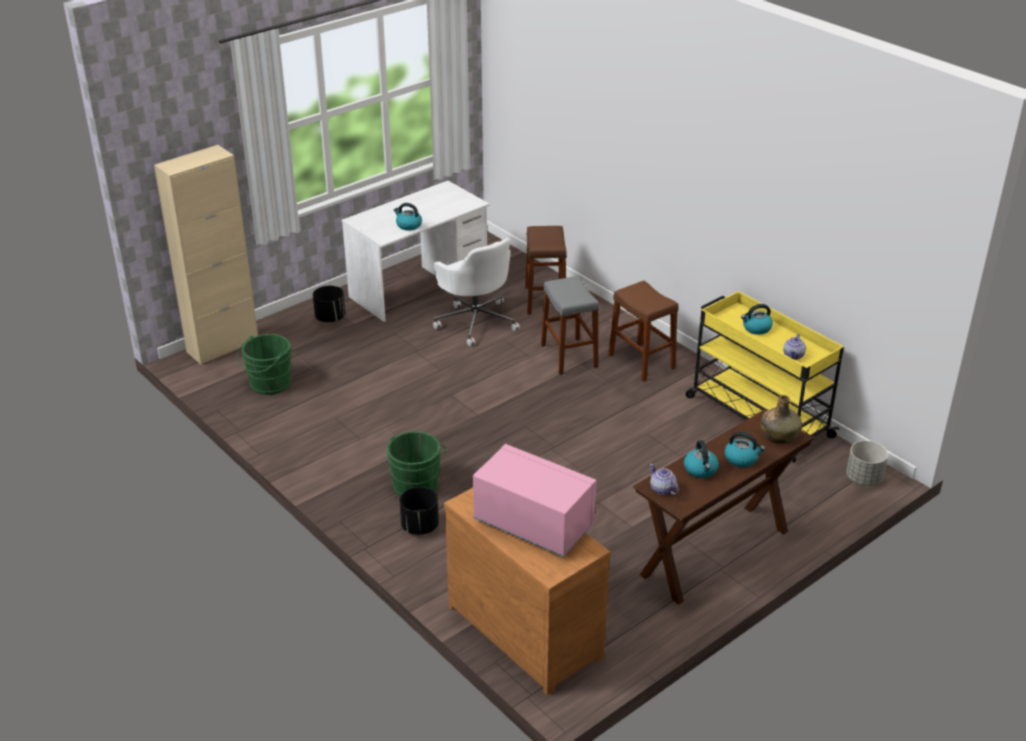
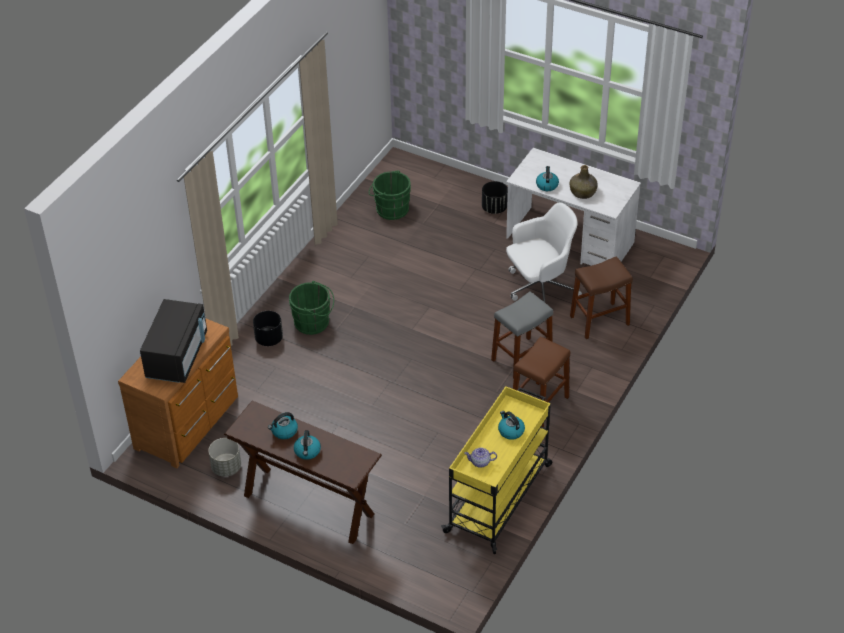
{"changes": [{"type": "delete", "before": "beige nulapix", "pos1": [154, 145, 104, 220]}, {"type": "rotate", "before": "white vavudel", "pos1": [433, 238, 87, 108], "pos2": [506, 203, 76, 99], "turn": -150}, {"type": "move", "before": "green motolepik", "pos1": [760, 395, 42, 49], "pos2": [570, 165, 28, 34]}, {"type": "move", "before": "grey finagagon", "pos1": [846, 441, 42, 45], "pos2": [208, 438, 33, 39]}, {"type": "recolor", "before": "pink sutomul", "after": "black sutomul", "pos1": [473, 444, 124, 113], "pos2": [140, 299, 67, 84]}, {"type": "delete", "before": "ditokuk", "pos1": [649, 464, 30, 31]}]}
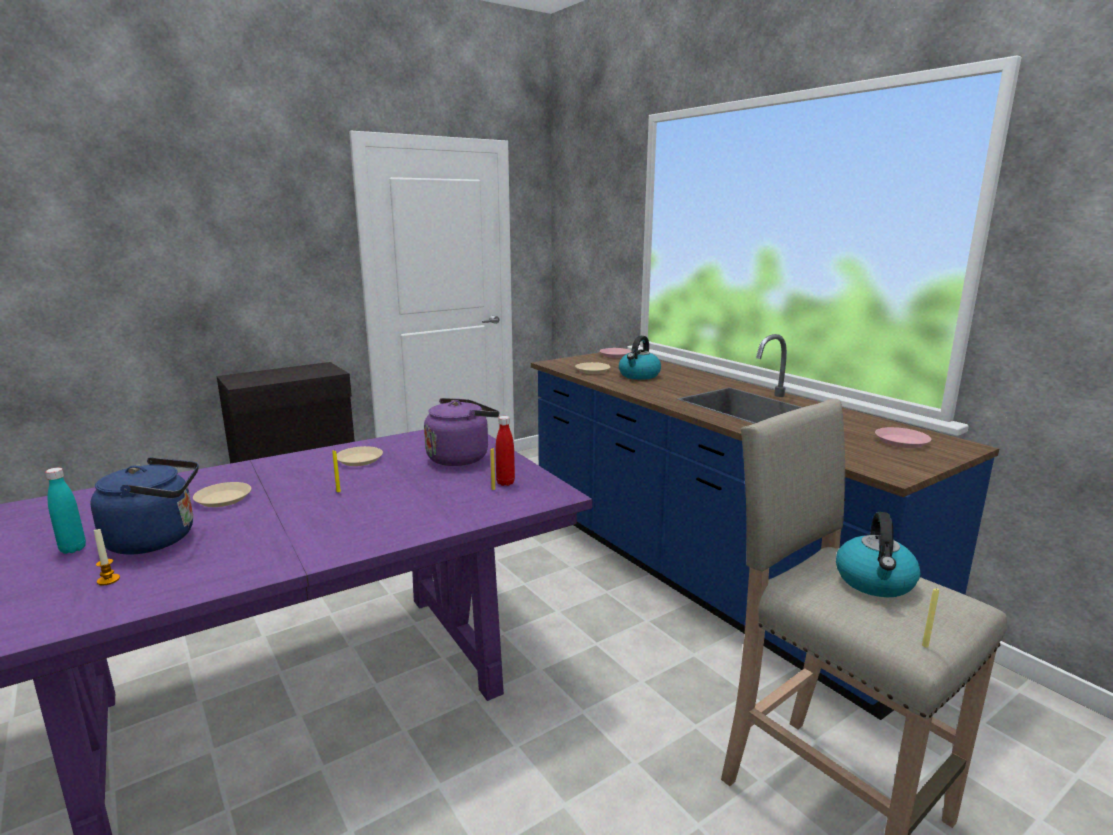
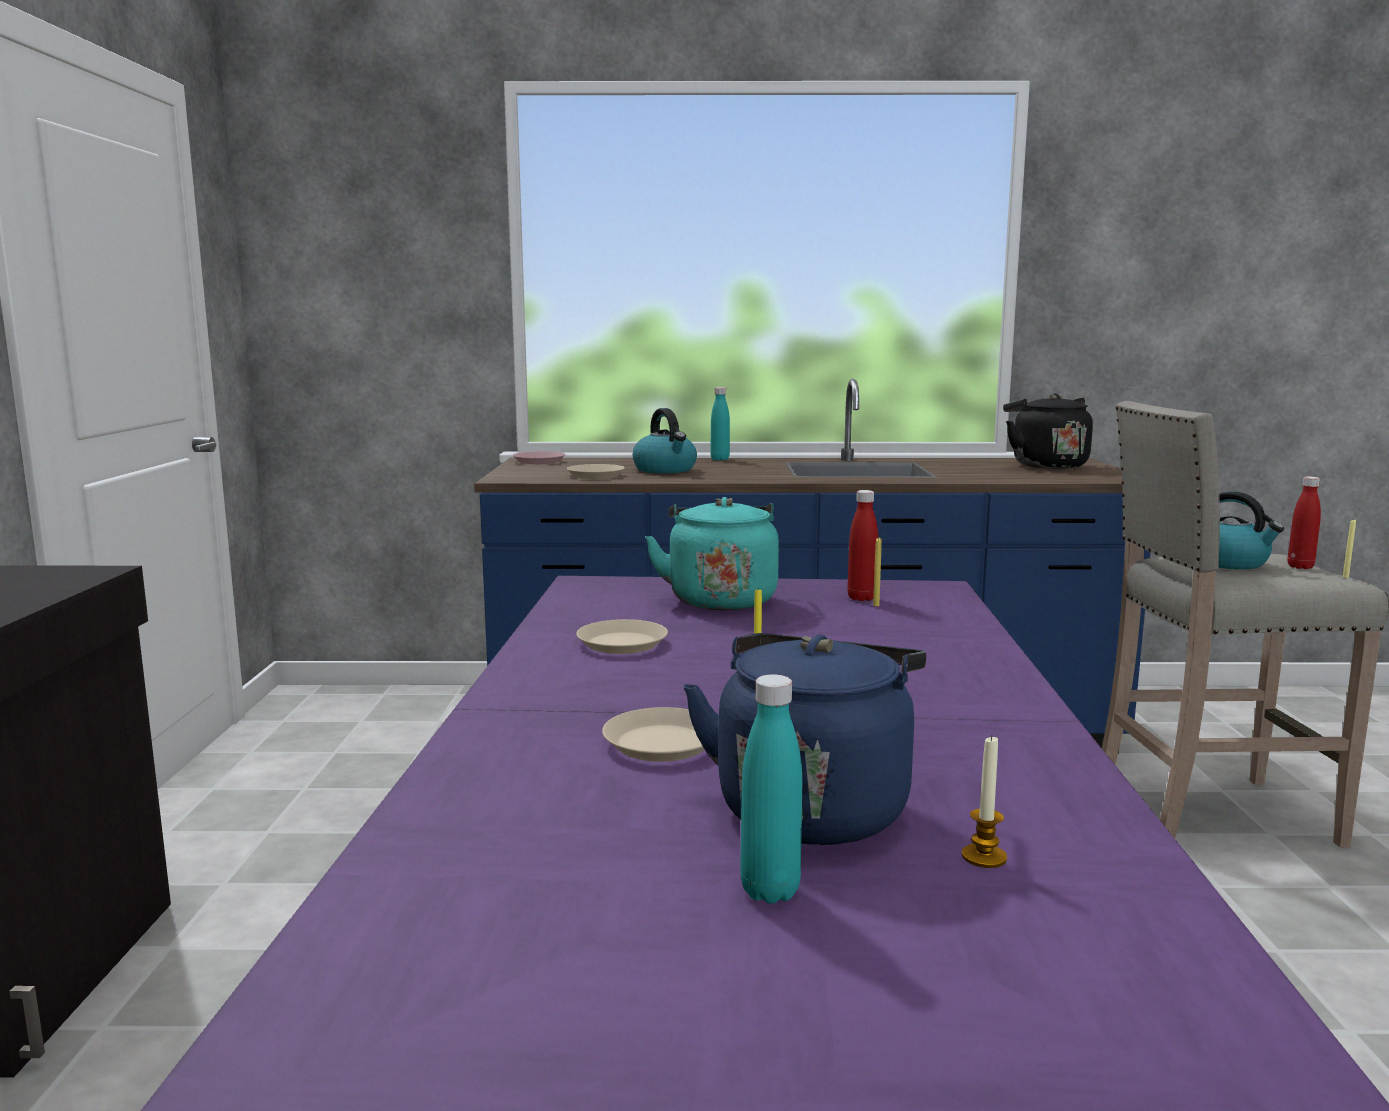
{"changes": [{"type": "recolor", "before": "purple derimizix", "after": "turquoise derimizix", "pos1": [424, 398, 75, 68], "pos2": [645, 497, 134, 113]}, {"type": "replace", "before": "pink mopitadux", "after": "black derimizix", "pos1": [875, 427, 56, 21], "pos2": [1003, 393, 90, 76]}, {"type": "insert", "after": "turquoise motolepik", "pos2": [711, 387, 19, 73]}, {"type": "insert", "after": "red motolepik", "pos2": [1287, 476, 34, 93]}]}
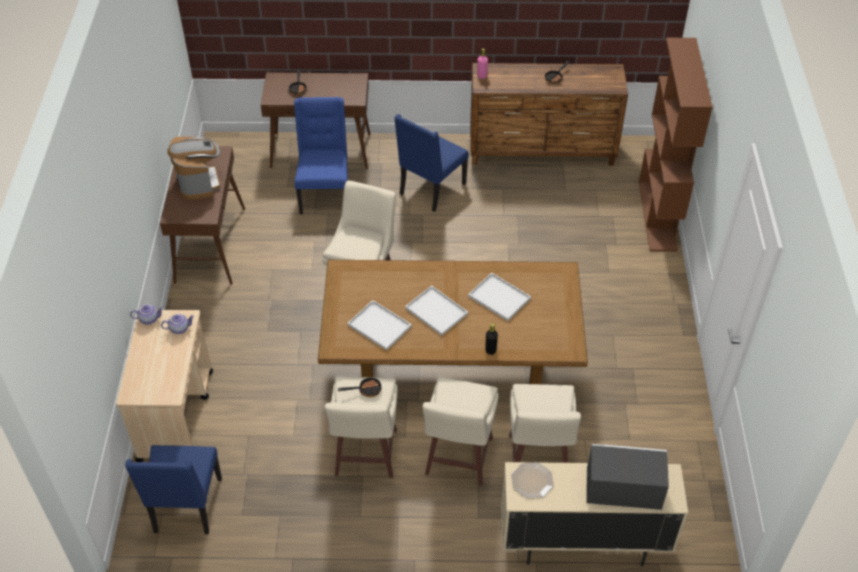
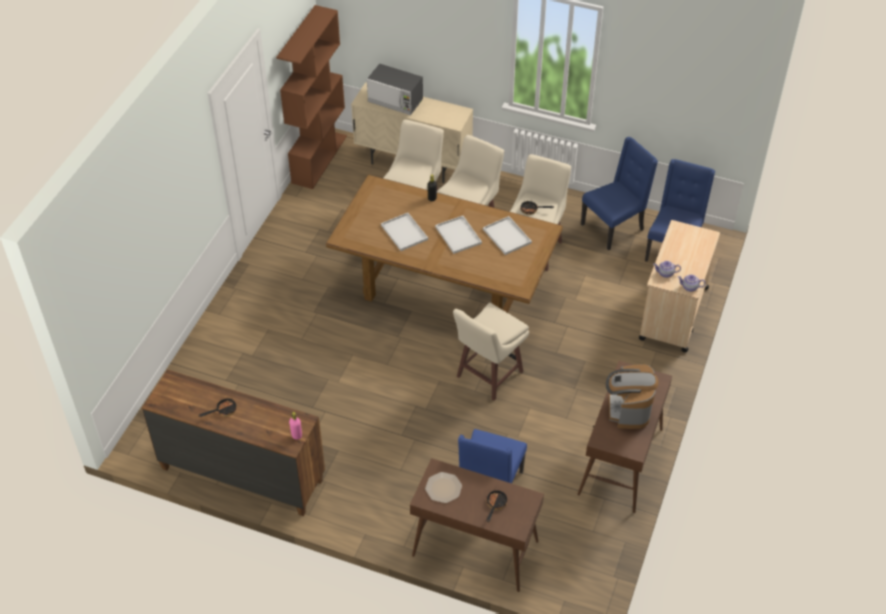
{"changes": [{"type": "move", "before": "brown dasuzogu", "pos1": [639, 38, 73, 213], "pos2": [276, 5, 71, 184]}, {"type": "move", "before": "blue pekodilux", "pos1": [394, 114, 75, 98], "pos2": [581, 137, 77, 114]}, {"type": "move", "before": "mopitadux", "pos1": [511, 462, 43, 37], "pos2": [425, 472, 37, 31]}]}
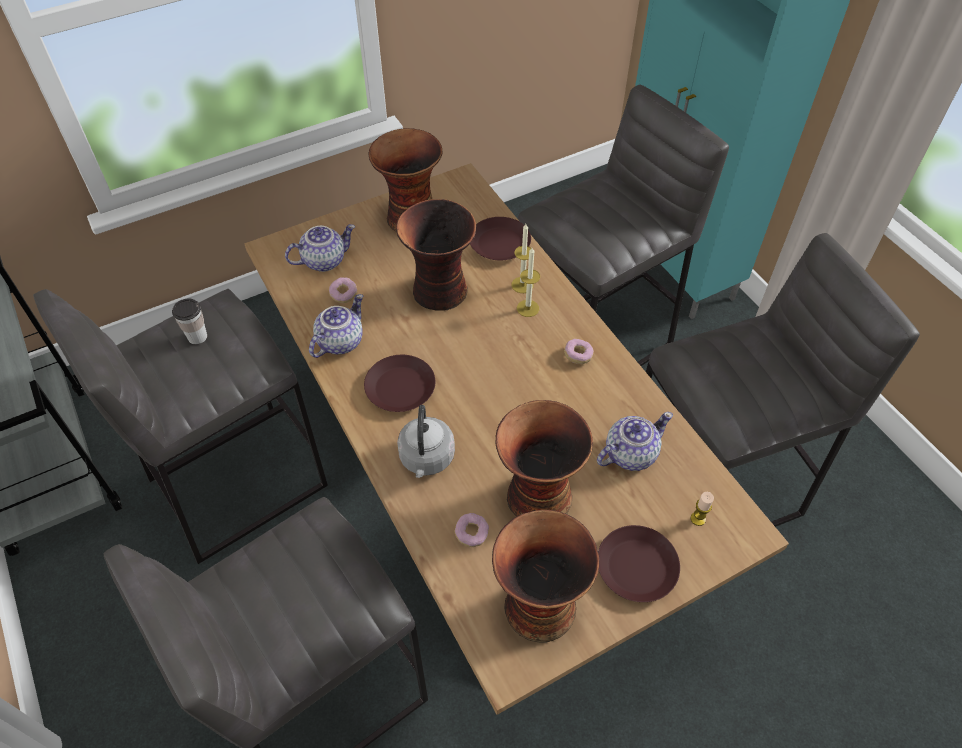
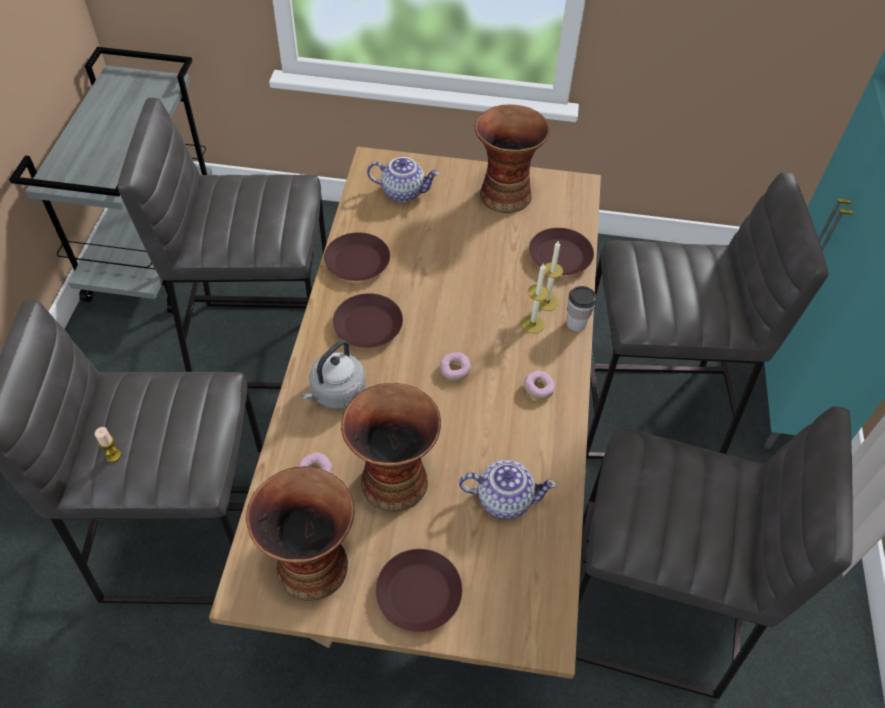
{"changes": [{"type": "delete", "before": "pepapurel", "pos1": [396, 199, 80, 112]}, {"type": "move", "before": "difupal", "pos1": [329, 277, 28, 26], "pos2": [440, 352, 31, 29]}, {"type": "replace", "before": "ditokuk", "after": "brown mopitadux", "pos1": [309, 294, 54, 64], "pos2": [324, 232, 66, 49]}, {"type": "move", "before": "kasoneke", "pos1": [172, 299, 35, 45], "pos2": [567, 286, 30, 46]}, {"type": "move", "before": "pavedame", "pos1": [690, 492, 24, 34], "pos2": [95, 427, 26, 35]}]}
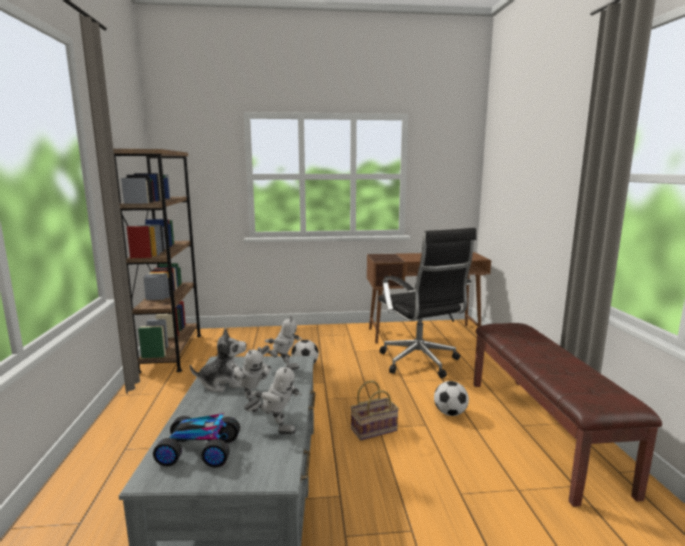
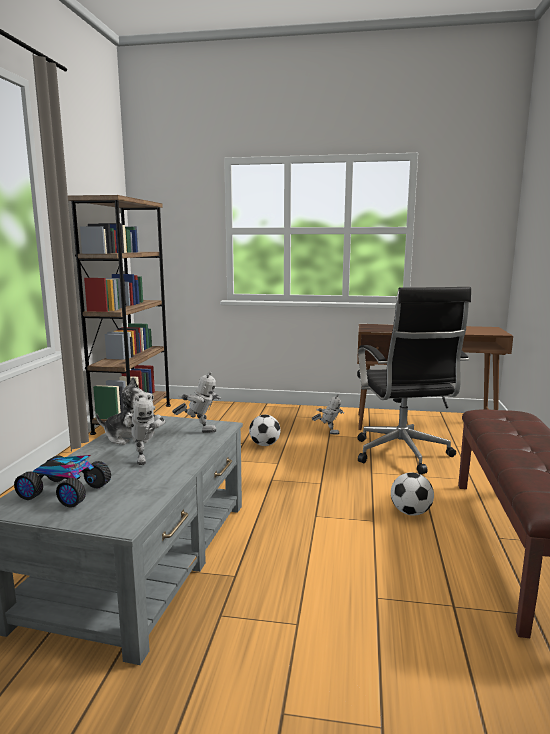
{"changes": [{"type": "move", "before": "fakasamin", "pos1": [244, 363, 58, 71], "pos2": [311, 394, 33, 41]}, {"type": "delete", "before": "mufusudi", "pos1": [350, 380, 49, 60]}]}
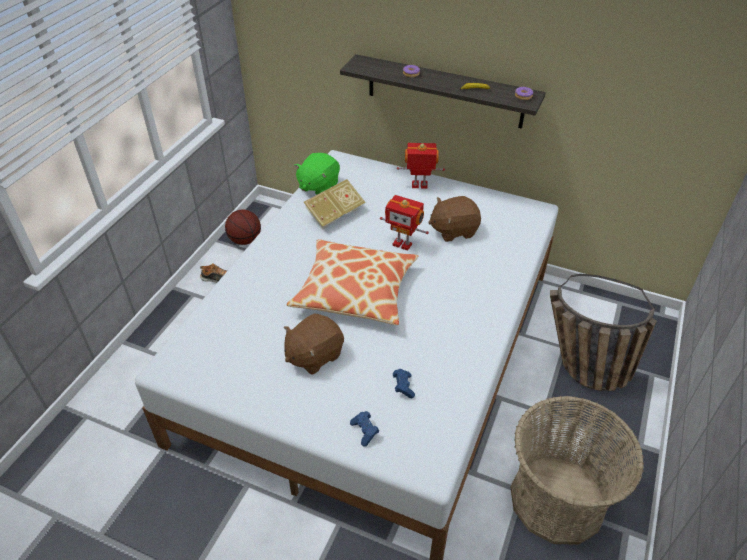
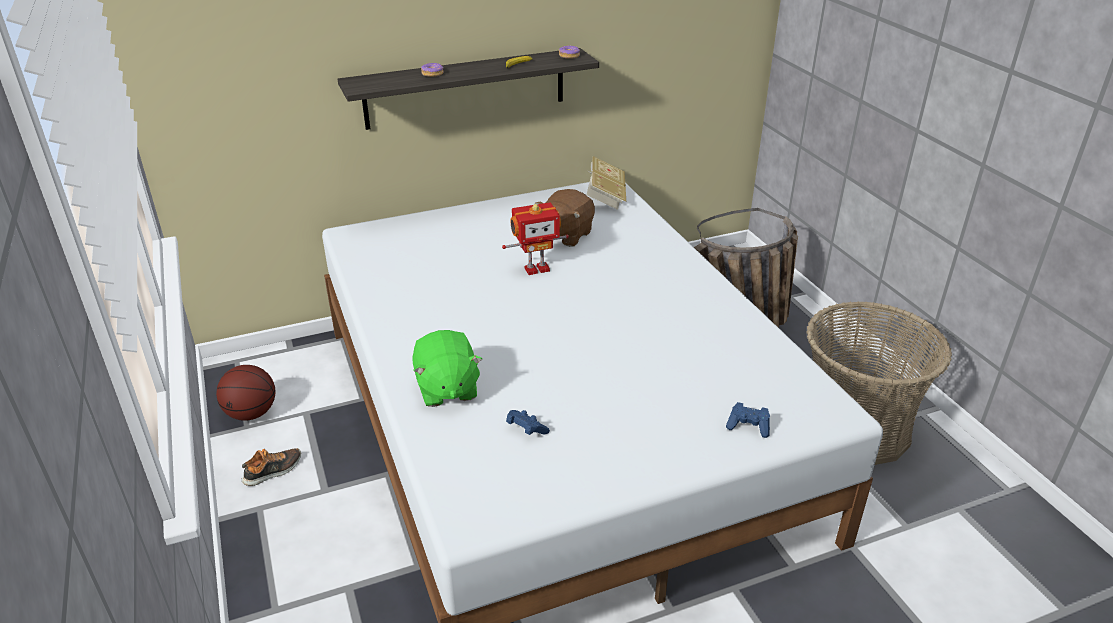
{"changes": [{"type": "delete", "before": "fakasamin", "pos1": [397, 143, 48, 46]}, {"type": "move", "before": "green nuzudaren", "pos1": [294, 153, 46, 42], "pos2": [413, 330, 69, 77]}, {"type": "move", "before": "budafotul", "pos1": [304, 179, 62, 51], "pos2": [586, 156, 40, 54]}, {"type": "delete", "before": "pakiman", "pos1": [286, 239, 133, 86]}, {"type": "delete", "before": "brown nuzudaren", "pos1": [284, 314, 60, 61]}, {"type": "move", "before": "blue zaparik", "pos1": [393, 369, 22, 29], "pos2": [506, 410, 44, 25]}]}
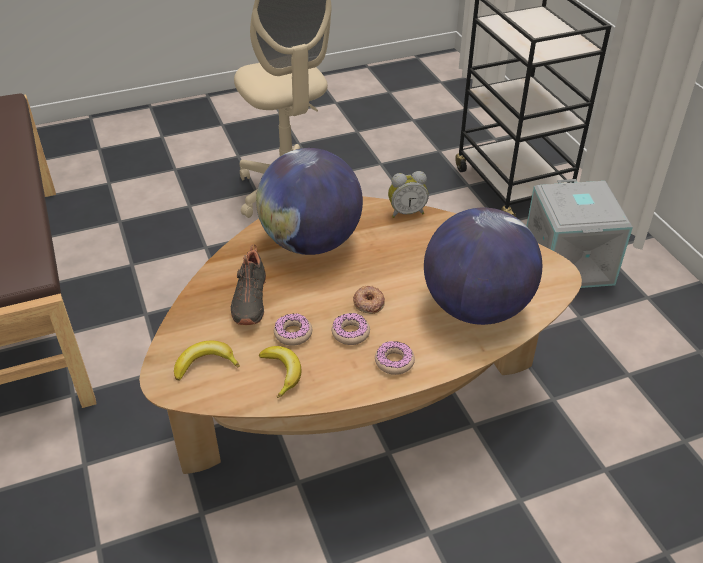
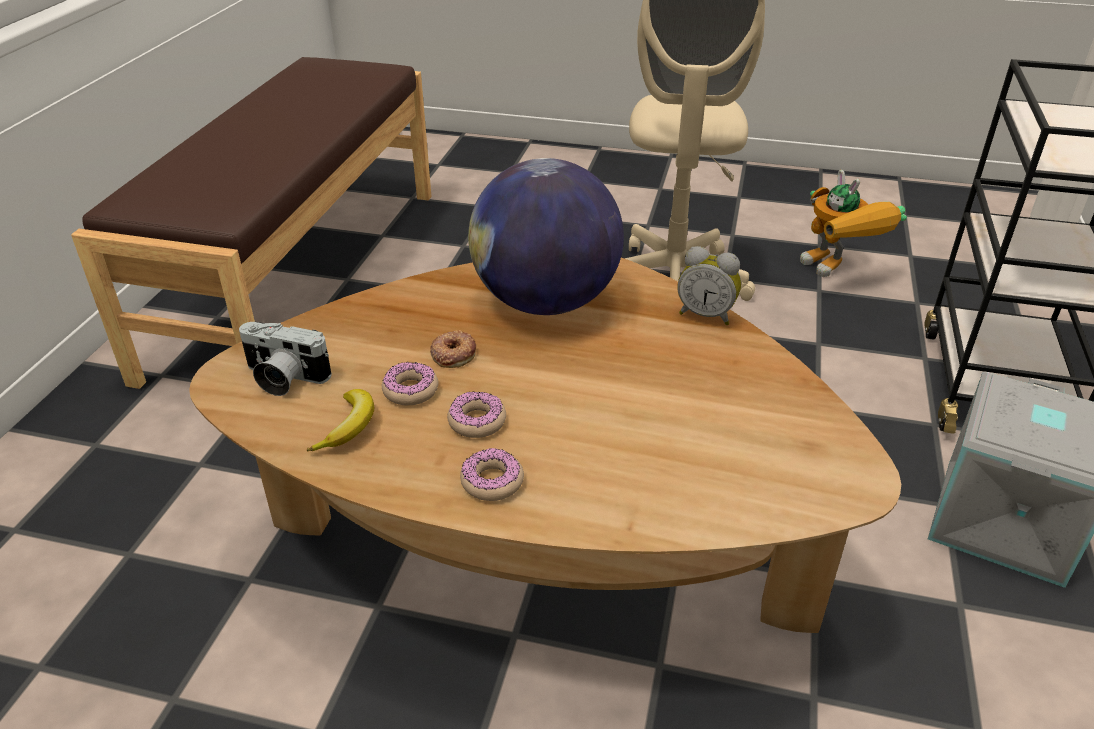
{"changes": [{"type": "delete", "before": "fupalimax", "pos1": [424, 207, 118, 118]}, {"type": "delete", "before": "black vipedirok", "pos1": [231, 244, 35, 81]}, {"type": "move", "before": "difupal", "pos1": [353, 286, 32, 28], "pos2": [430, 330, 46, 38]}, {"type": "replace", "before": "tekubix", "after": "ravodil", "pos1": [174, 341, 66, 39], "pos2": [239, 322, 93, 74]}, {"type": "insert", "after": "fakasamin", "pos2": [800, 170, 107, 107]}]}
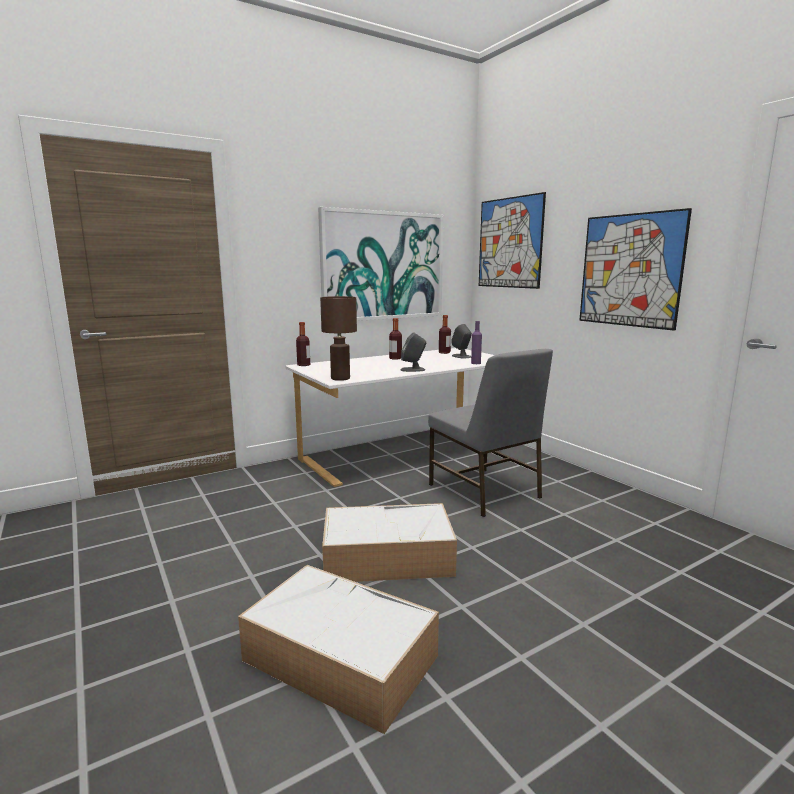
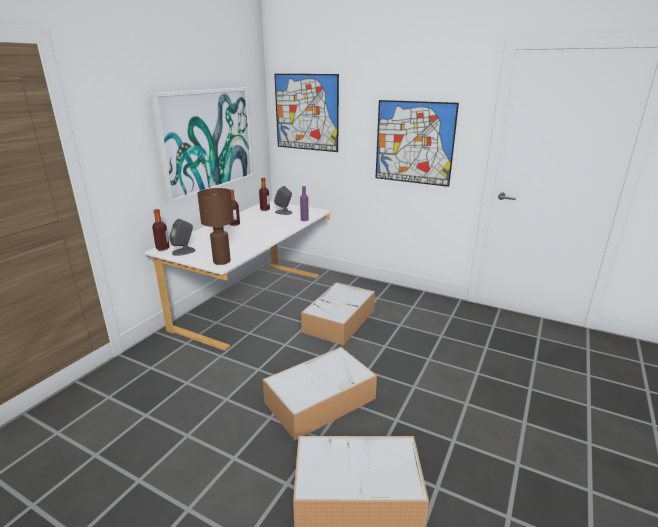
{"changes": [{"type": "move", "before": "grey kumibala", "pos1": [401, 332, 25, 40], "pos2": [170, 219, 26, 37]}, {"type": "replace", "before": "grey pekodilux", "after": "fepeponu", "pos1": [428, 349, 125, 168], "pos2": [301, 282, 74, 63]}]}
